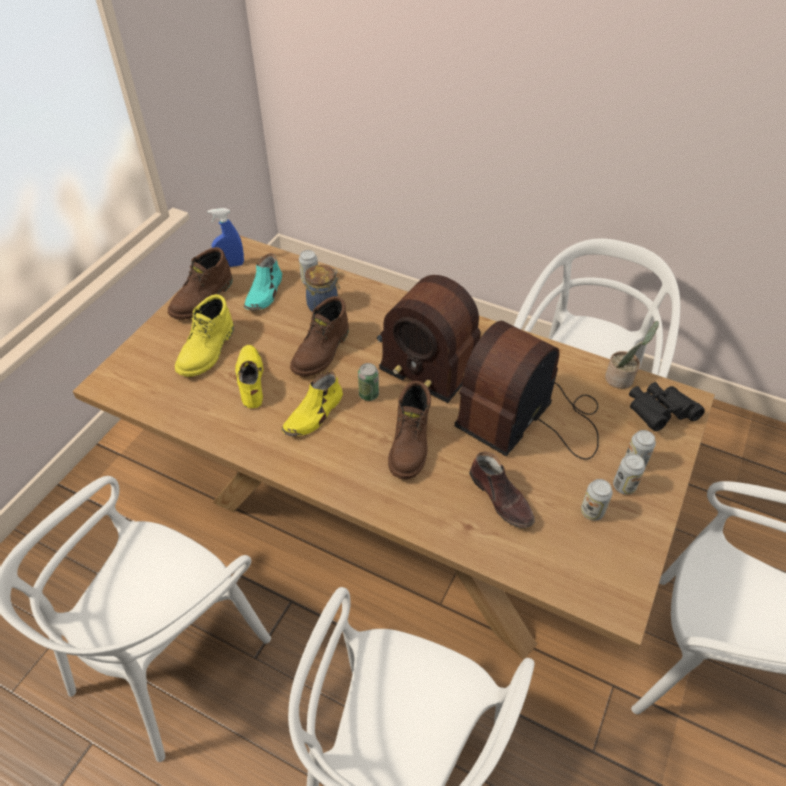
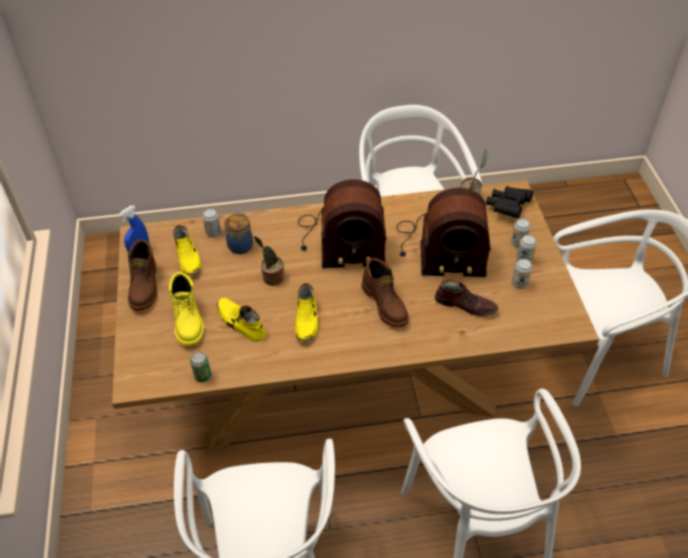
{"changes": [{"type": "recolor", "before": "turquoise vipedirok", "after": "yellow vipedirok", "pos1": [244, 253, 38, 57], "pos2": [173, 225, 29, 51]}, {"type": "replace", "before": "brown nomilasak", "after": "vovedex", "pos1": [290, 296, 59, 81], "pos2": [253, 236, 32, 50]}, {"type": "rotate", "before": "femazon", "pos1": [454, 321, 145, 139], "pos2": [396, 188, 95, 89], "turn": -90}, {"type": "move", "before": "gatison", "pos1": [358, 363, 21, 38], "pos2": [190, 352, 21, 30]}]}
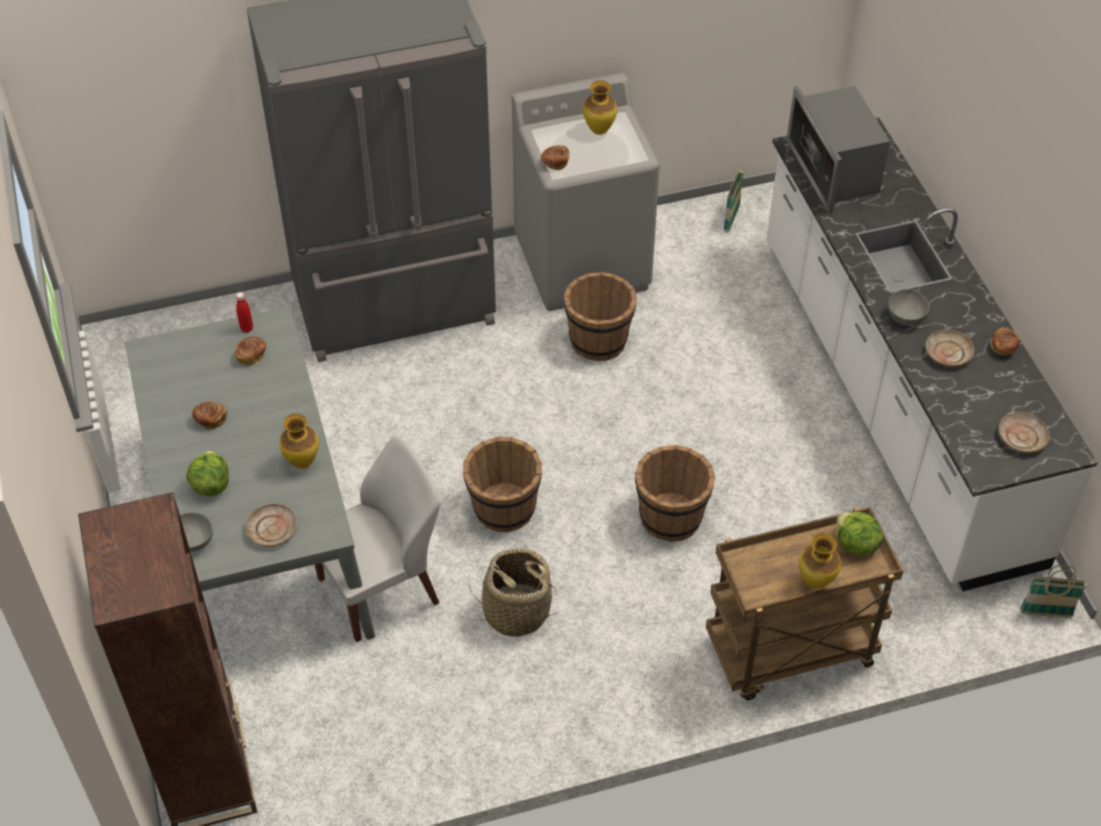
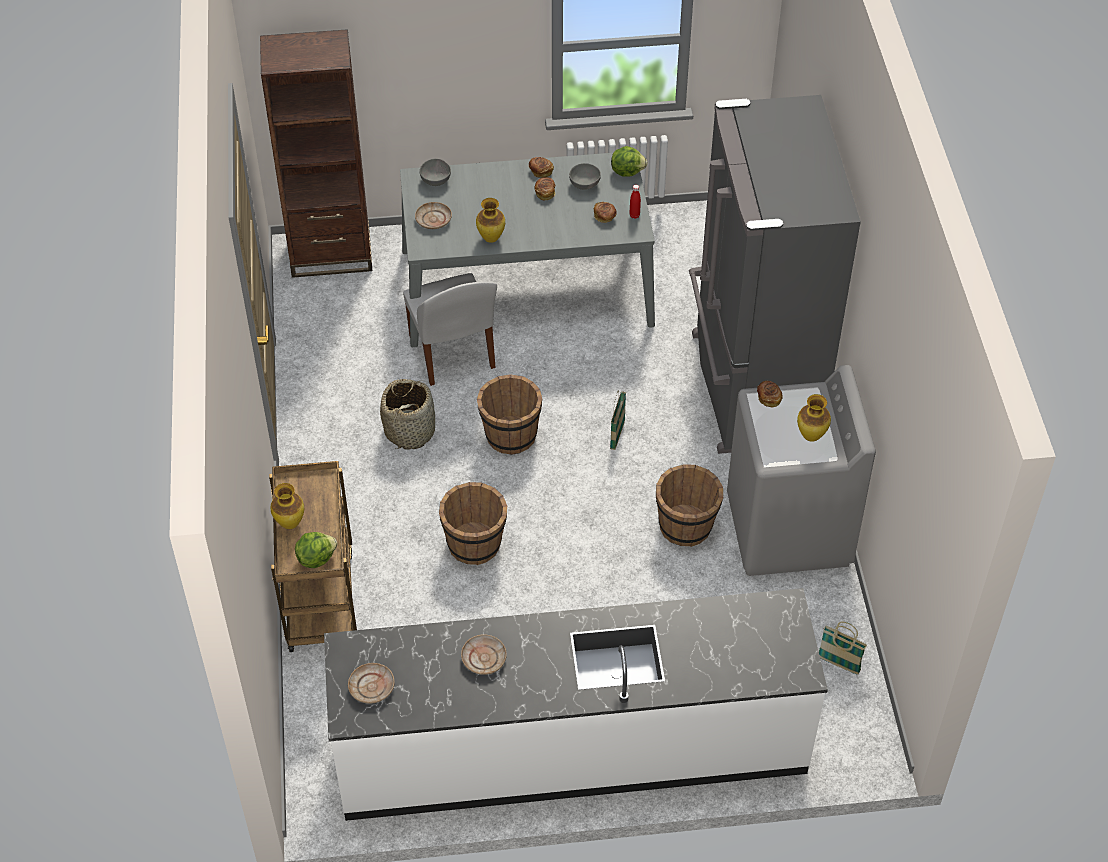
{"changes": [{"type": "delete", "before": "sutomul", "pos1": [786, 86, 104, 128]}, {"type": "move", "before": "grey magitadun", "pos1": [888, 289, 41, 36], "pos2": [569, 163, 32, 27]}, {"type": "move", "before": "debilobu", "pos1": [990, 327, 30, 29], "pos2": [529, 157, 25, 21]}, {"type": "move", "before": "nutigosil", "pos1": [186, 451, 43, 45], "pos2": [611, 146, 36, 31]}, {"type": "move", "before": "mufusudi", "pos1": [1020, 565, 67, 52], "pos2": [610, 390, 16, 60]}]}
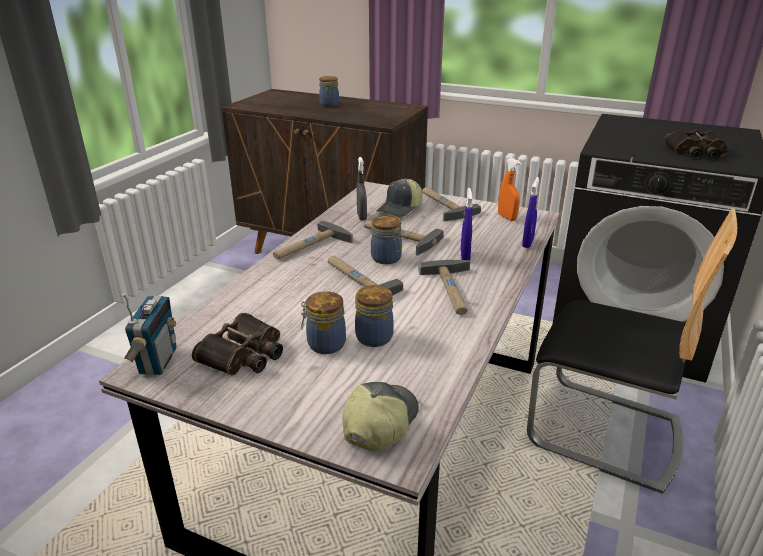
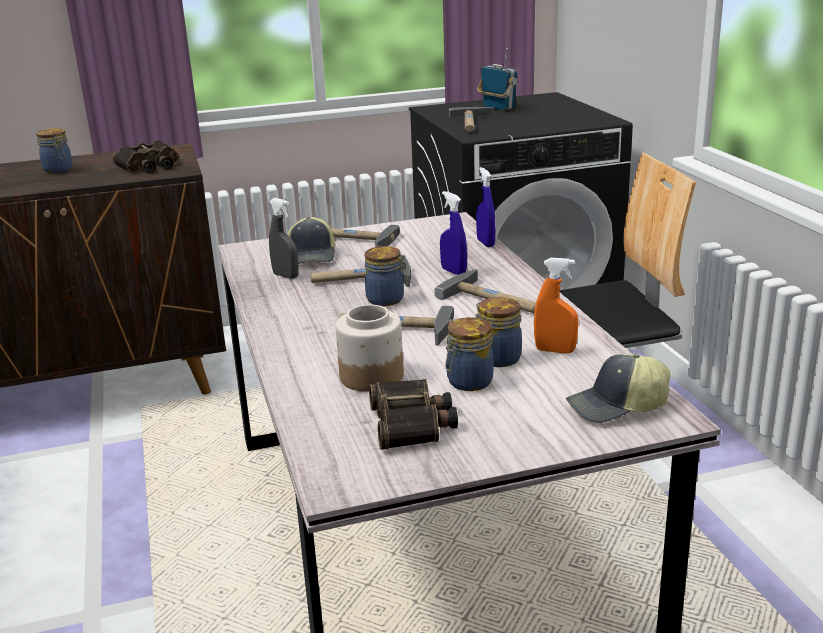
{"changes": [{"type": "move", "before": "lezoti", "pos1": [664, 130, 65, 30], "pos2": [112, 140, 68, 33]}, {"type": "move", "before": "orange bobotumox", "pos1": [498, 158, 23, 63], "pos2": [534, 258, 45, 96]}, {"type": "move", "before": "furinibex", "pos1": [273, 221, 80, 39], "pos2": [449, 107, 44, 25]}, {"type": "move", "before": "femazon", "pos1": [122, 293, 54, 82], "pos2": [477, 48, 40, 62]}, {"type": "rotate", "before": "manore", "pos1": [342, 382, 77, 69], "pos2": [566, 354, 105, 69], "turn": -90}, {"type": "insert", "after": "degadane", "pos2": [336, 305, 67, 87]}]}
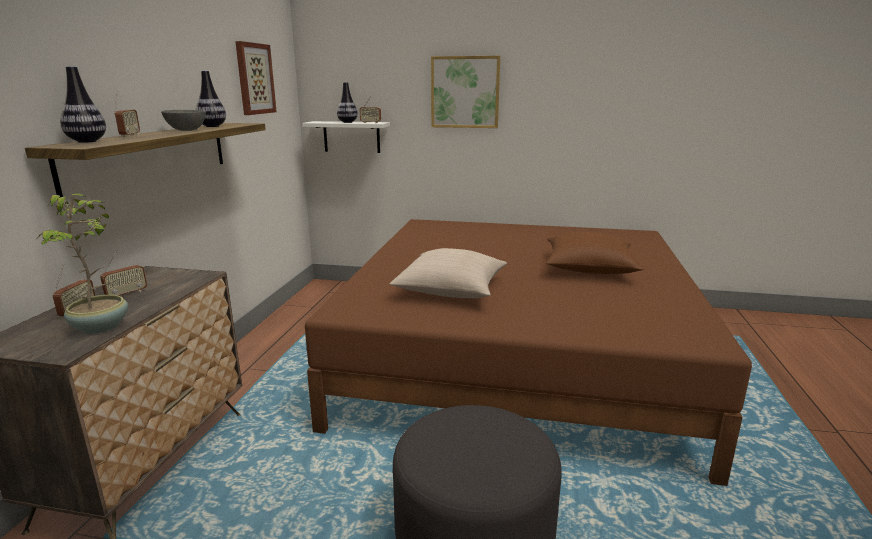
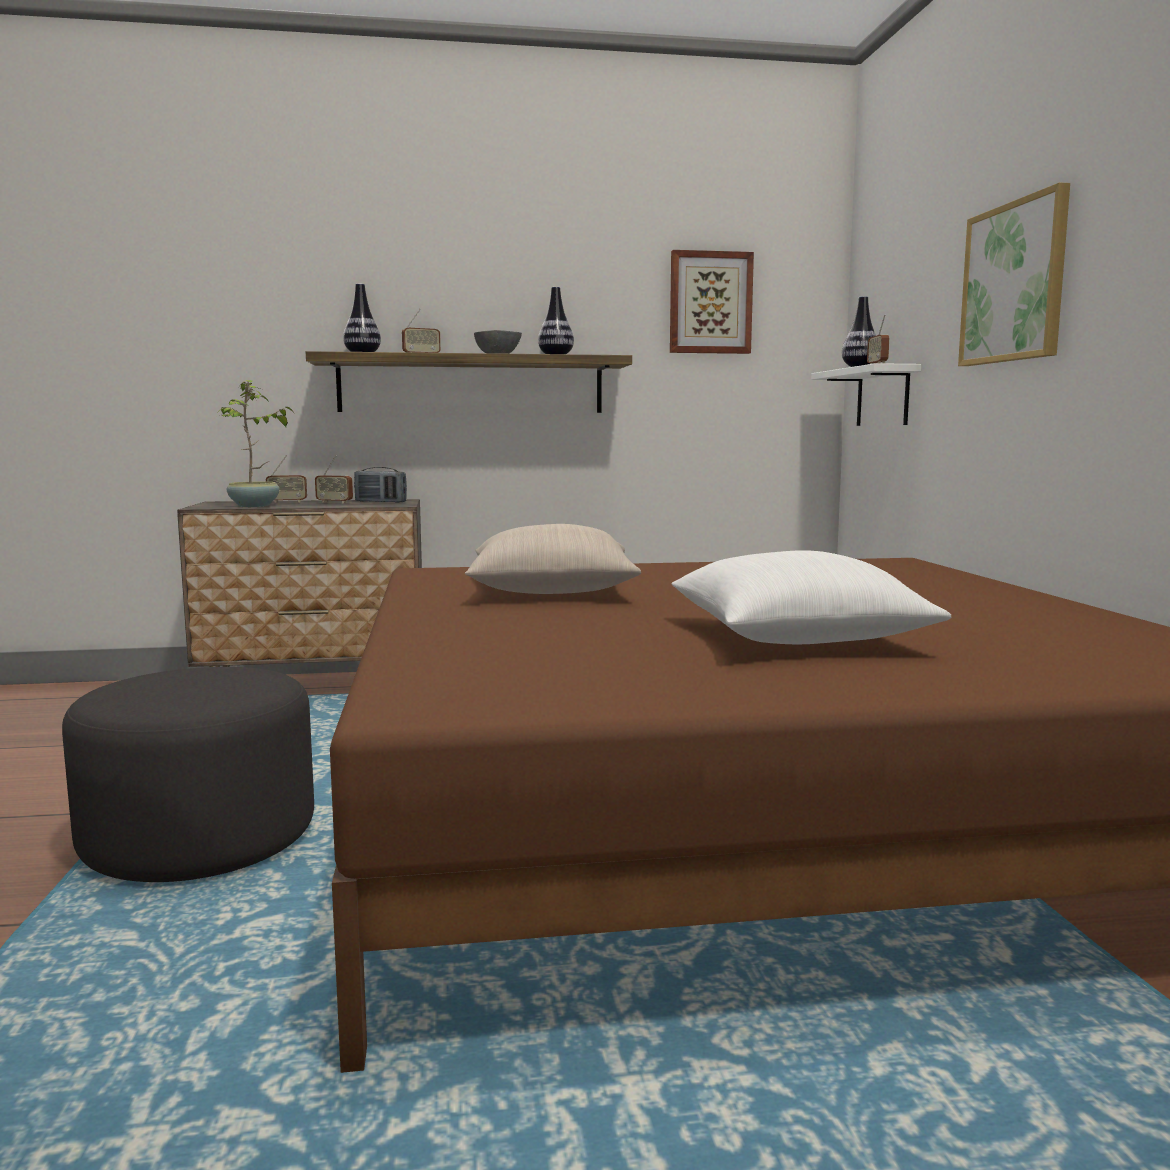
{"changes": [{"type": "recolor", "before": "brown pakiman", "after": "white pakiman", "pos1": [546, 232, 97, 42], "pos2": [671, 550, 280, 94]}, {"type": "insert", "after": "femazon", "pos2": [354, 467, 53, 36]}]}
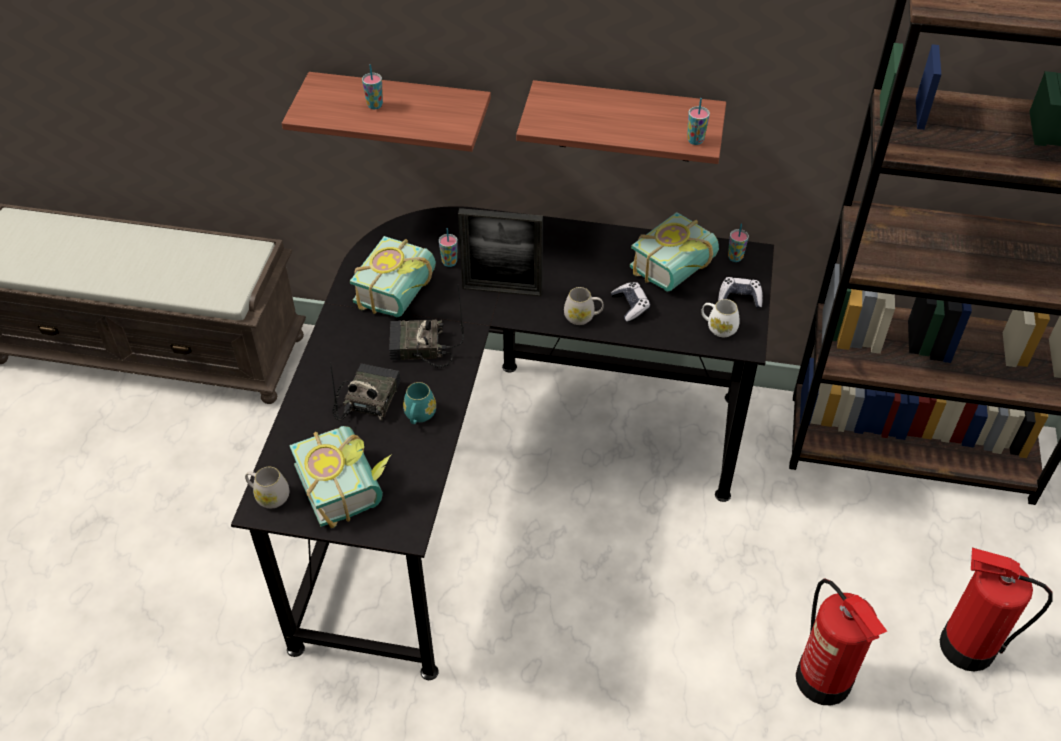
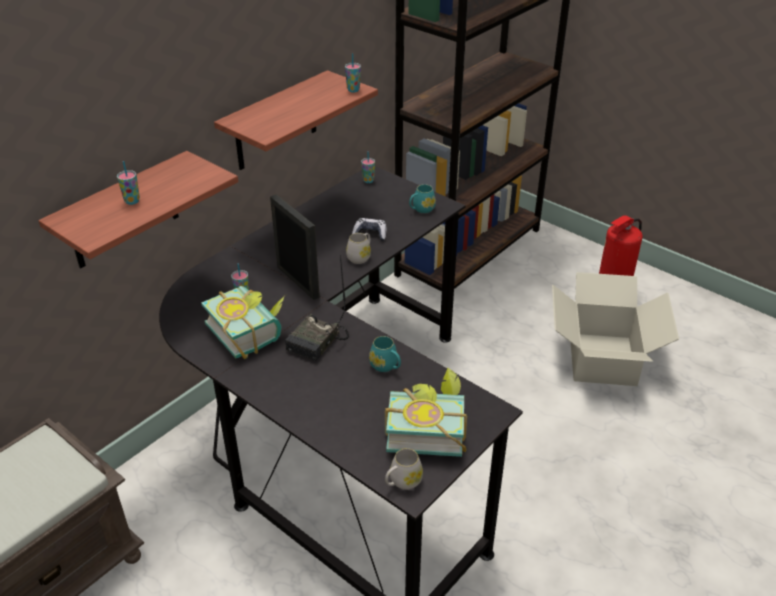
{"changes": [{"type": "rotate", "before": "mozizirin", "pos1": [458, 208, 85, 89], "pos2": [270, 195, 50, 105], "turn": -75}, {"type": "delete", "before": "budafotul", "pos1": [630, 212, 89, 79]}, {"type": "delete", "before": "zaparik", "pos1": [718, 277, 45, 31]}, {"type": "recolor", "before": "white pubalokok", "after": "turquoise pubalokok", "pos1": [701, 299, 39, 38], "pos2": [409, 184, 27, 29]}, {"type": "delete", "before": "femazon", "pos1": [330, 362, 70, 59]}, {"type": "replace", "before": "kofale", "after": "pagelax", "pos1": [796, 578, 91, 127], "pos2": [552, 272, 127, 114]}]}
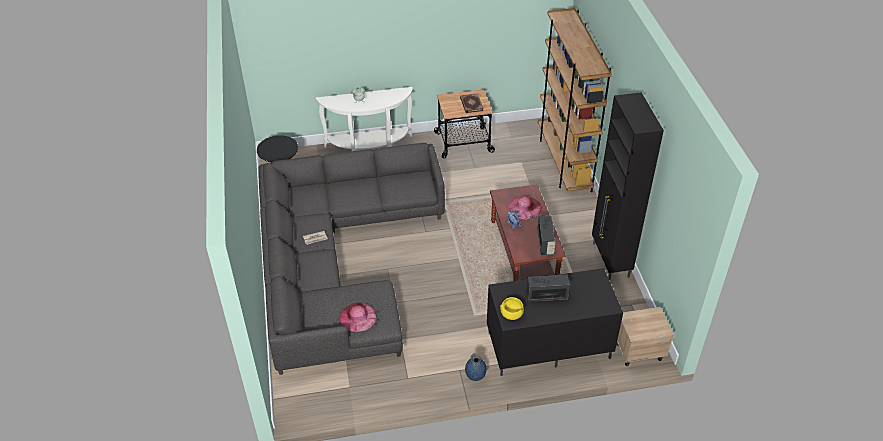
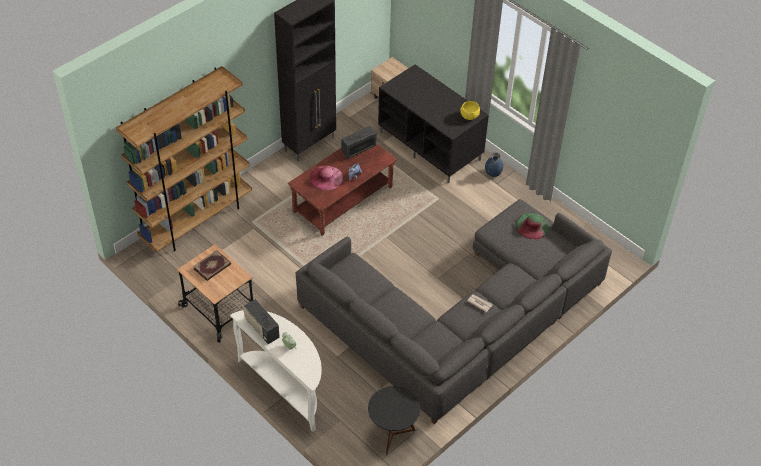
{"changes": [{"type": "move", "before": "femazon", "pos1": [526, 274, 44, 28], "pos2": [244, 299, 36, 45]}, {"type": "recolor", "before": "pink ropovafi", "after": "green ropovafi", "pos1": [339, 303, 38, 29], "pos2": [516, 213, 33, 27]}]}
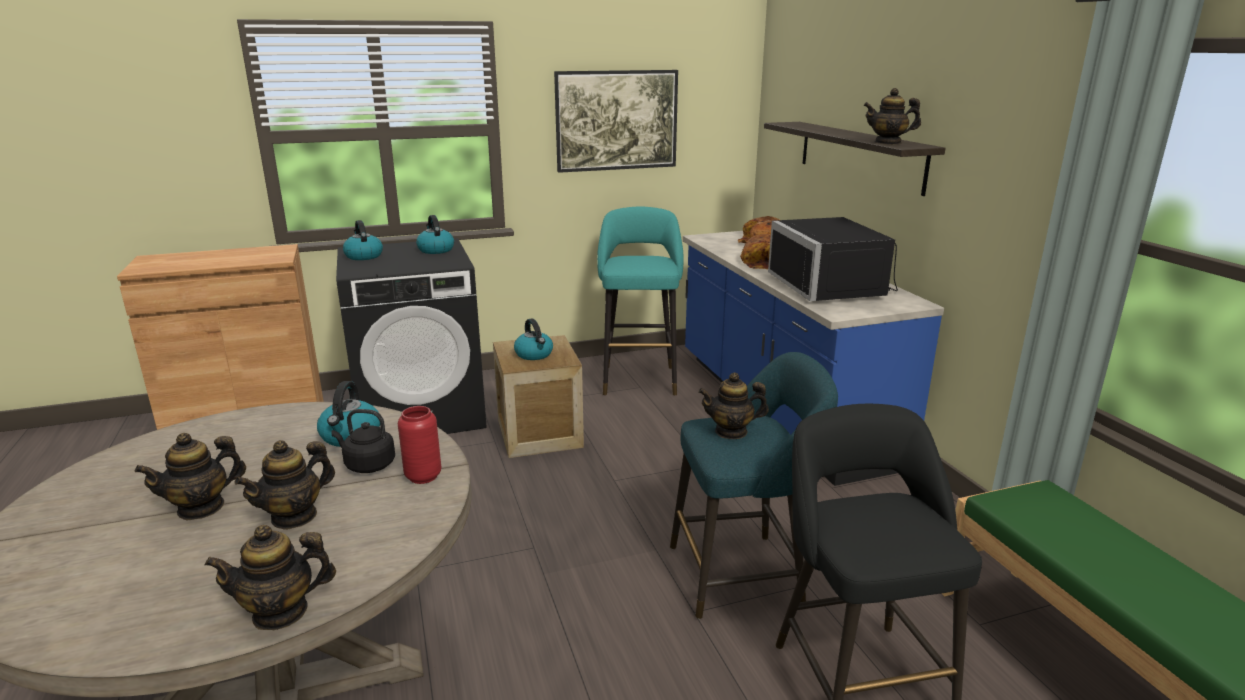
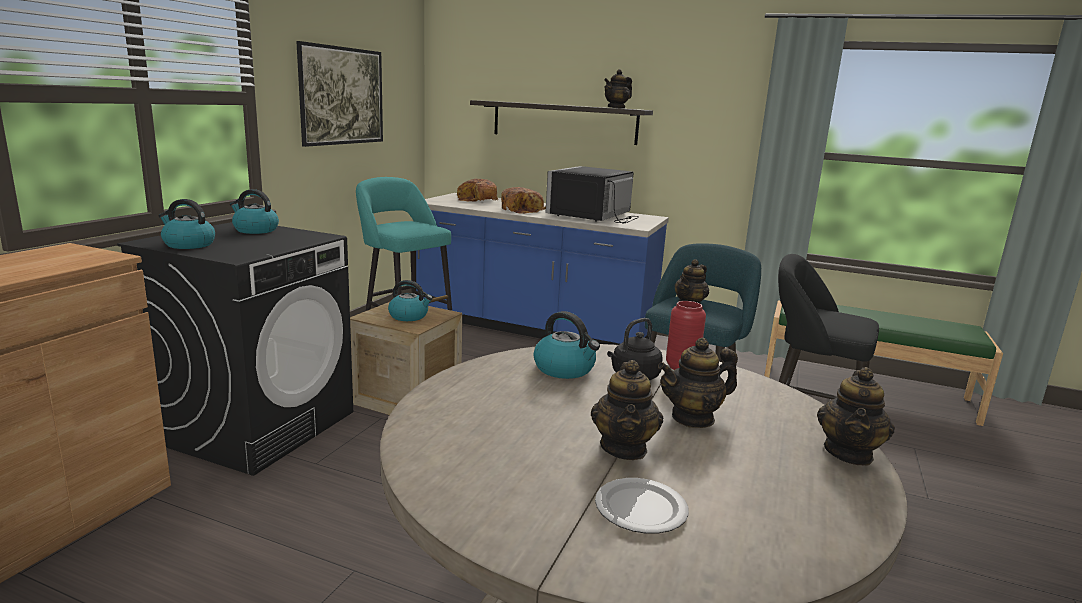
{"changes": [{"type": "rotate", "before": "black sutomul", "pos1": [768, 217, 130, 84], "pos2": [545, 166, 94, 57], "turn": 90}, {"type": "rotate", "before": "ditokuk", "pos1": [235, 440, 100, 90], "pos2": [658, 338, 80, 90], "turn": 75}, {"type": "insert", "after": "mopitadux", "pos2": [595, 478, 94, 56]}]}
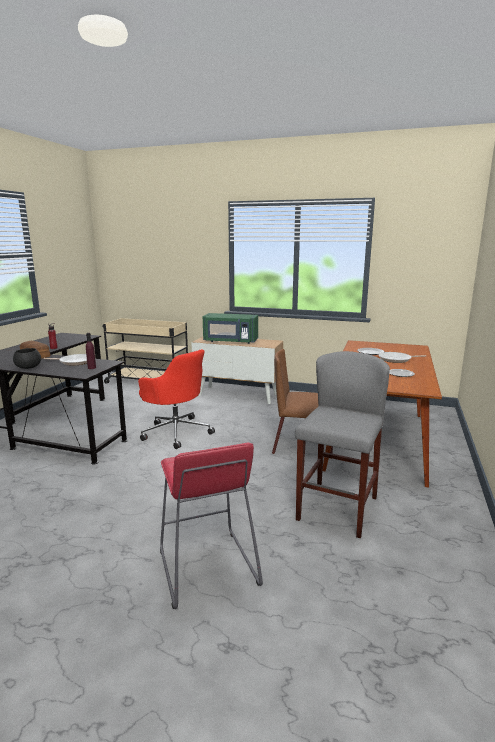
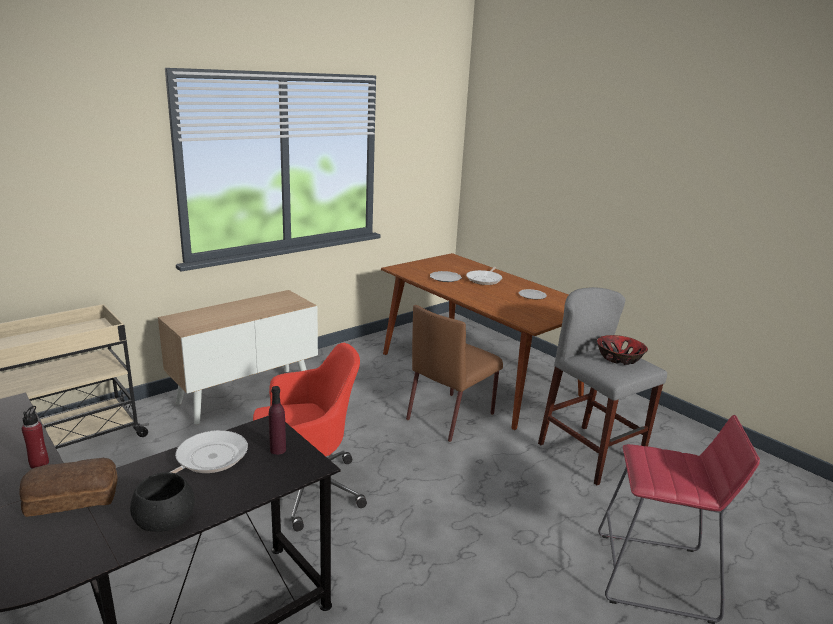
{"changes": [{"type": "delete", "before": "green sutomul", "pos1": [203, 313, 55, 31]}, {"type": "insert", "after": "magitadun", "pos2": [597, 335, 51, 30]}]}
